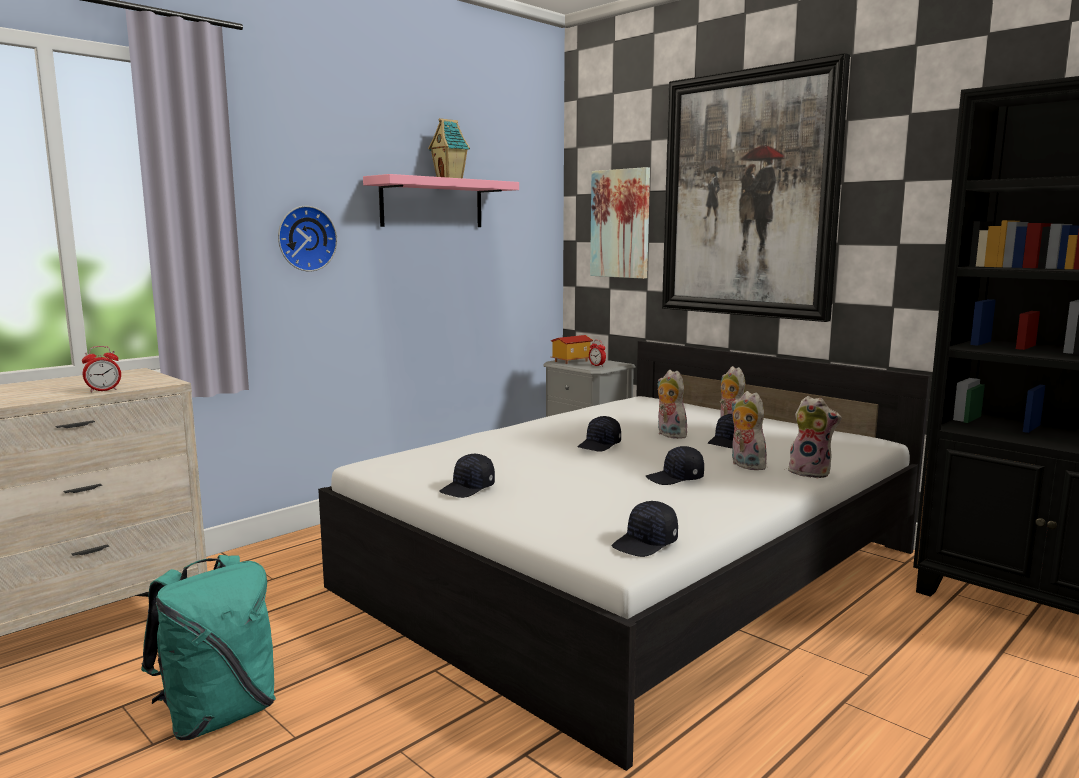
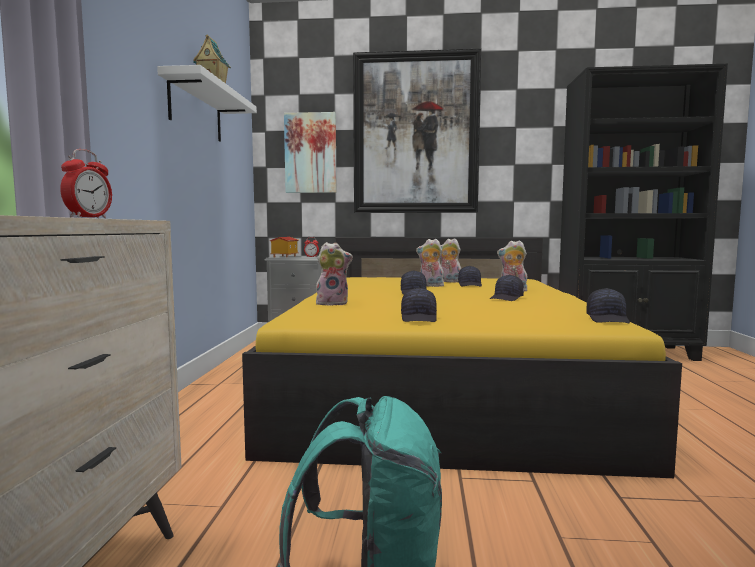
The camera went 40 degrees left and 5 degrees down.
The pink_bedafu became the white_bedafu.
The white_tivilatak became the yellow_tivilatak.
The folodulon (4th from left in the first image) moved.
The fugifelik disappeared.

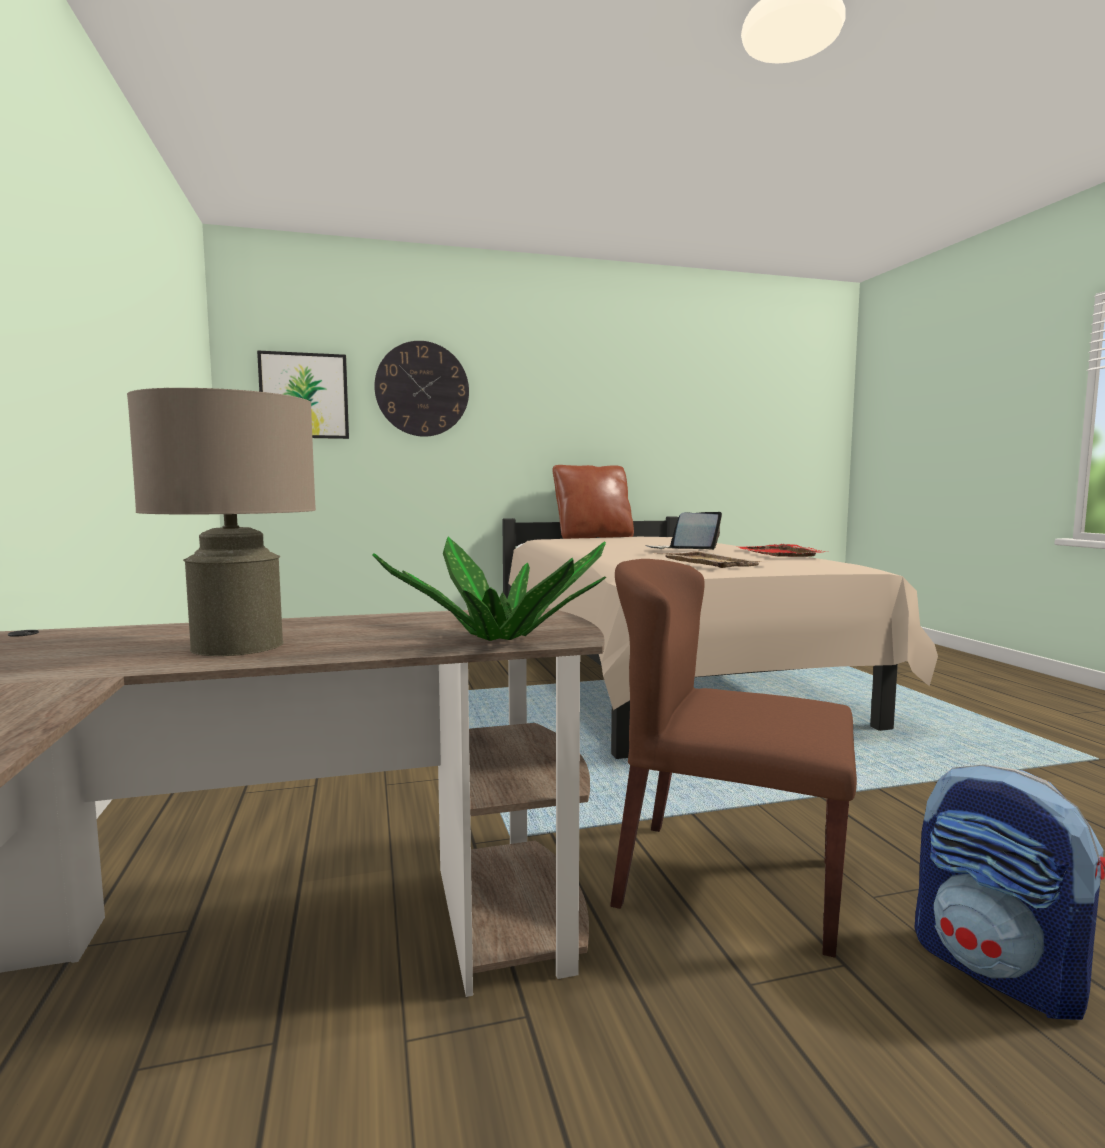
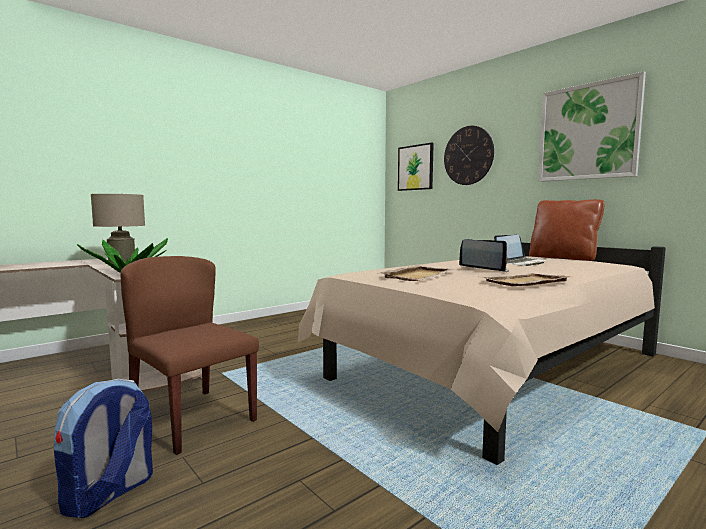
The camera went 65 degrees right and 0 degrees up.
The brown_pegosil turned 45 degrees counterclockwise.
The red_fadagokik became the beige_fadagokik (2nd from left).
The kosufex (2nd from left) appeared.
The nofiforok (2nd from left) appeared.

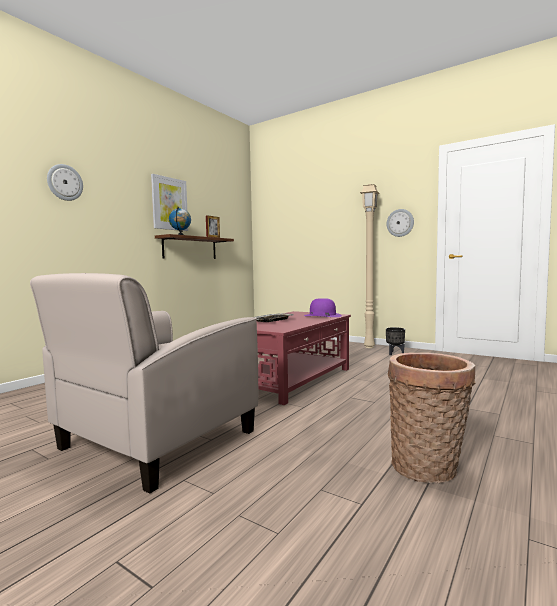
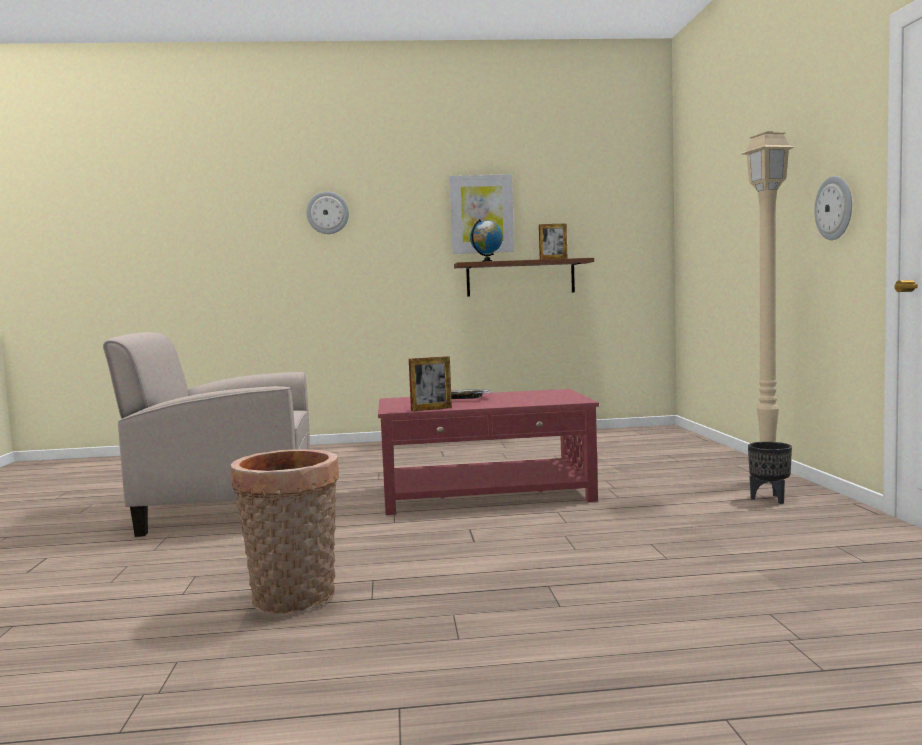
The camera went 50 degrees right and 0 degrees up.
The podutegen (1st from left) appeared.
The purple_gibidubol disappeared.

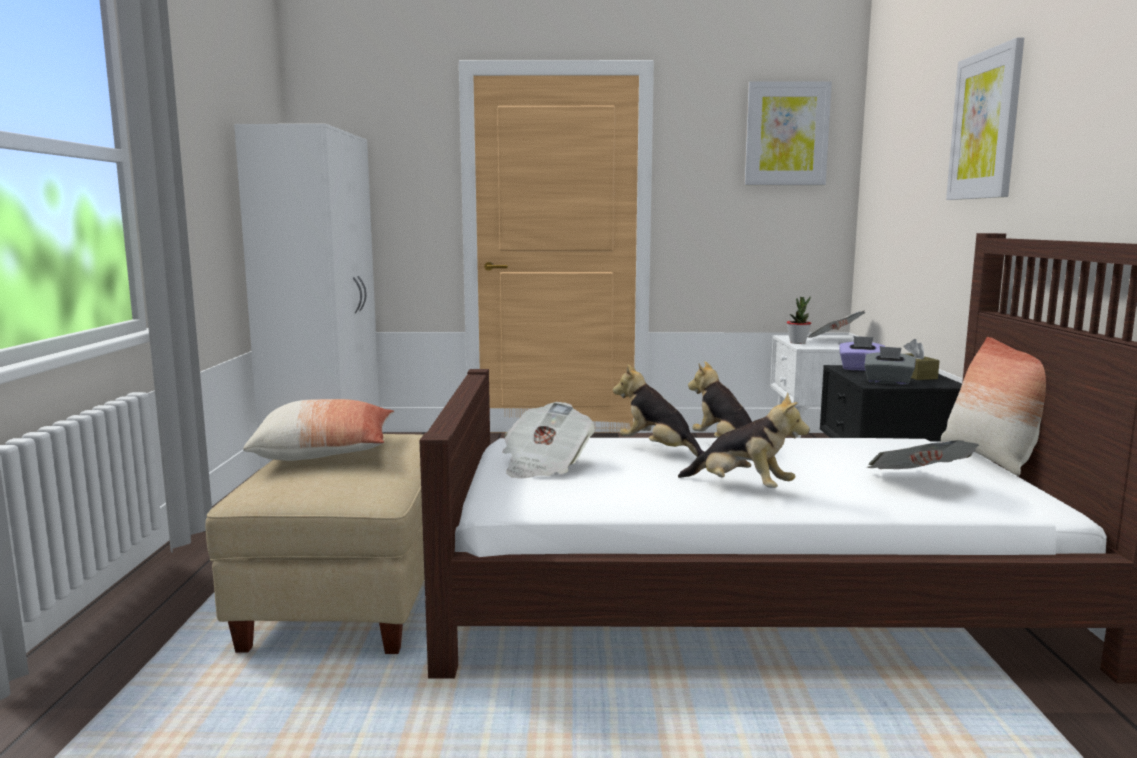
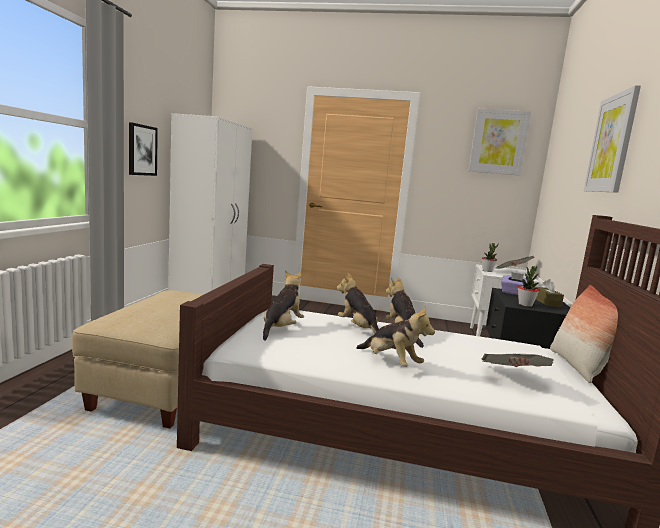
The camera went 10 degrees right and 0 degrees up.
The nofiforok (1st from left) appeared.
The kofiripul (1st from left) was replaced by the folodulon (1st from left).
The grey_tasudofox was replaced by the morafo (2nd from left).
The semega (1st from left) disappeared.

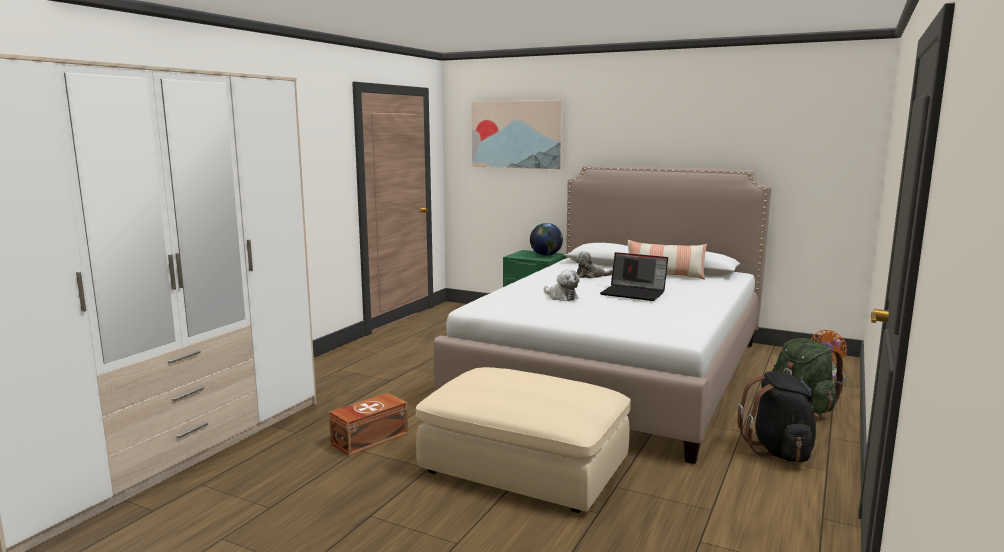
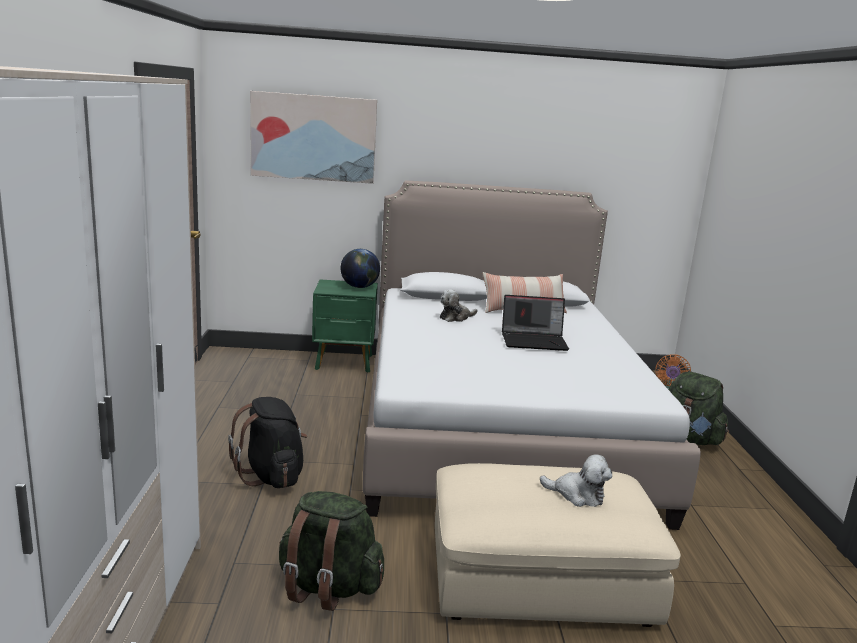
The camera went 30 degrees left and 5 degrees up.
The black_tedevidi moved.
The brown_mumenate was replaced by the green_tedevidi (1st from left).
The folodulon (1st from left in the first image) moved.

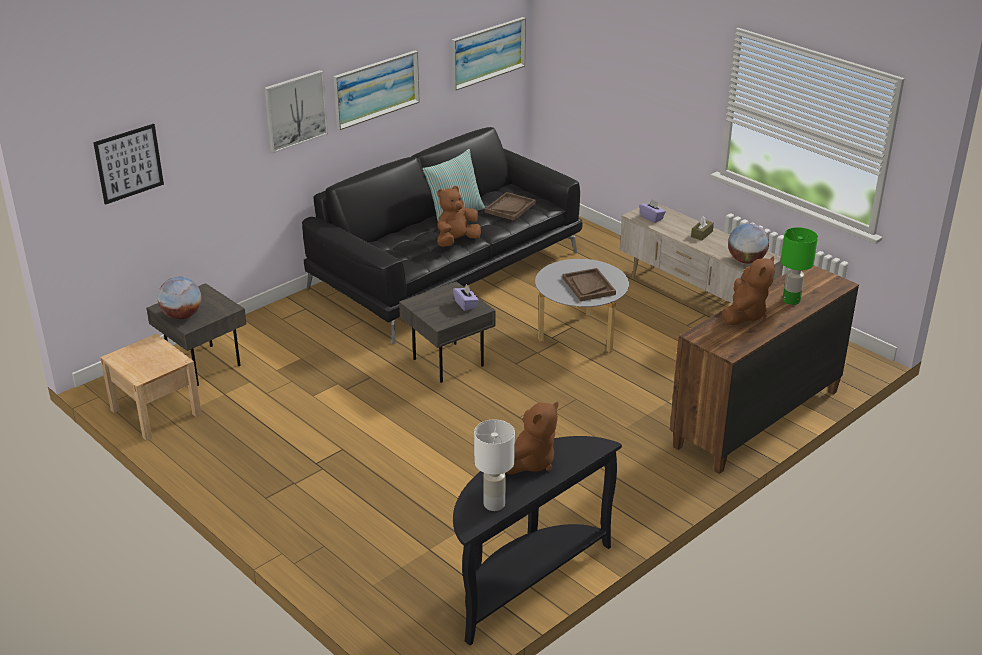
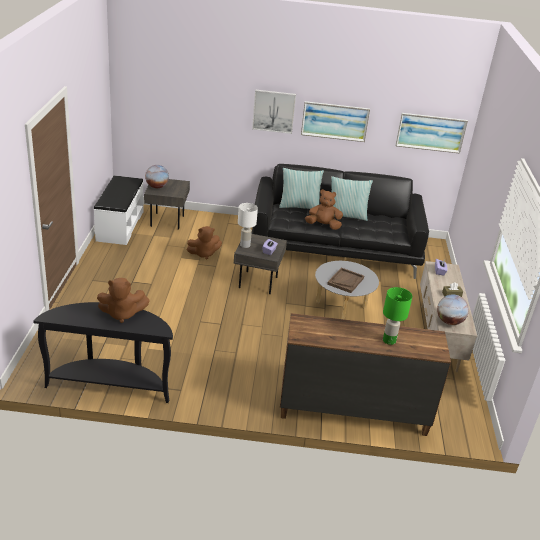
The camera went 45 degrees right and 0 degrees up.
The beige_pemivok was replaced by the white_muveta.
The brown_folodulon (3rd from left in the first image) moved.
The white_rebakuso moved.
The semega (1st from left) appeared.
The nofiforok (1st from left) disappeared.
The brown_fadagokik (1st from left) disappeared.

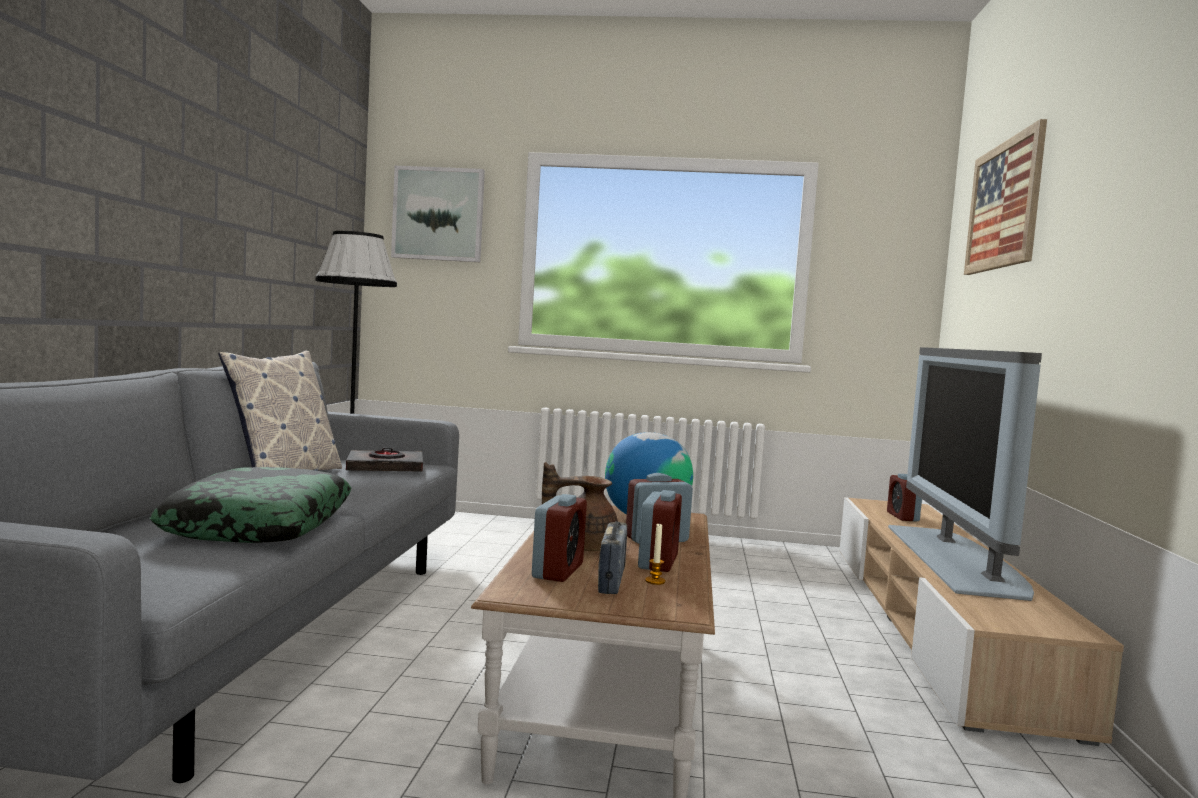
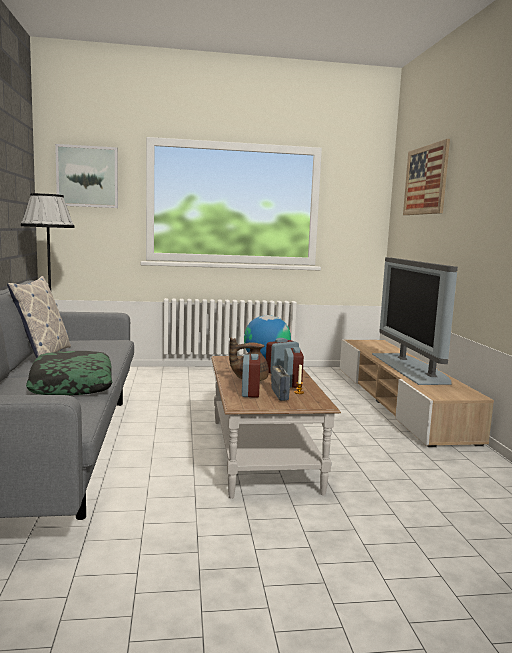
The camera went 15 degrees left and 5 degrees up.
The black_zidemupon disappeared.
The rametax (4th from left) disappeared.

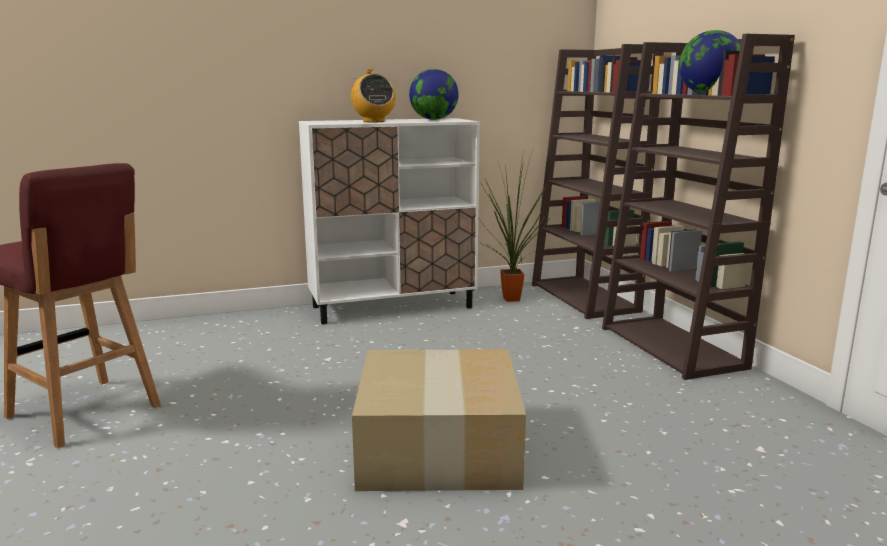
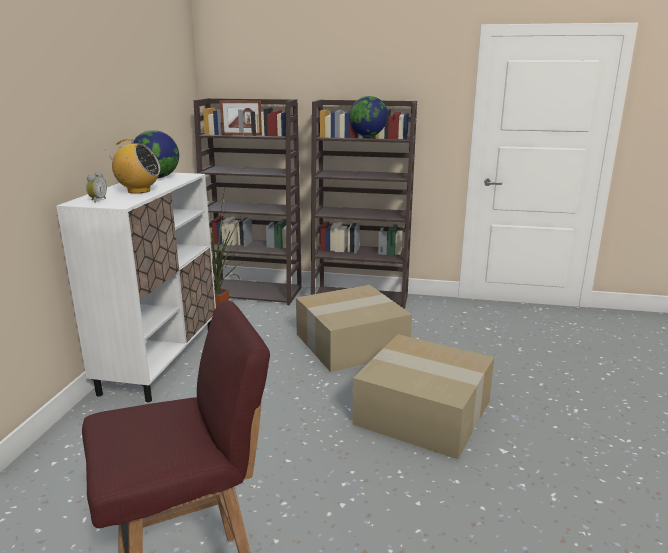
The camera went 60 degrees left and 5 degrees up.
The rametax appeared.
The podutegen appeared.
The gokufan (1st from left) appeared.

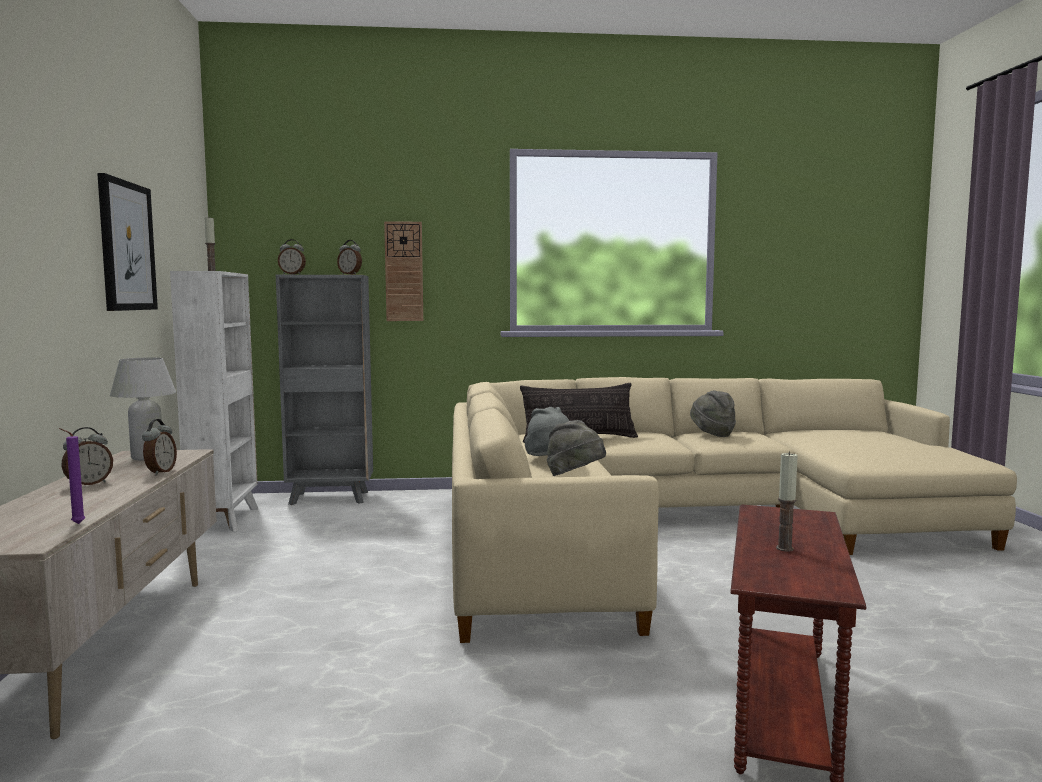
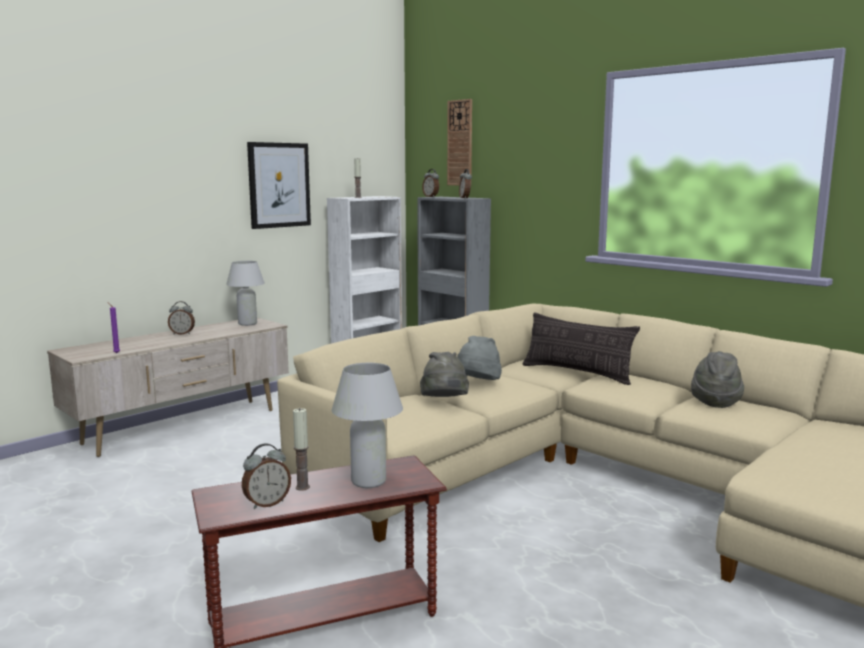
The camera went 50 degrees right and 5 degrees up.
The rametax (2nd from left) moved.
The white_rebakuso (2nd from left) appeared.
The fugifelik moved.

